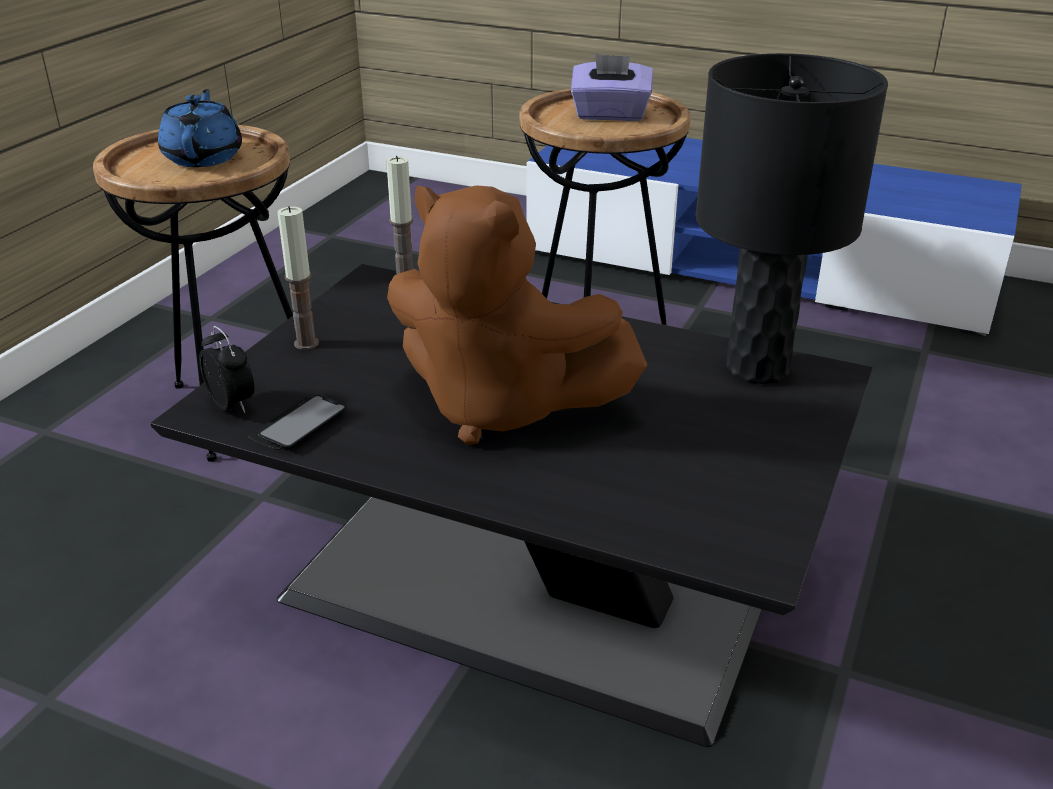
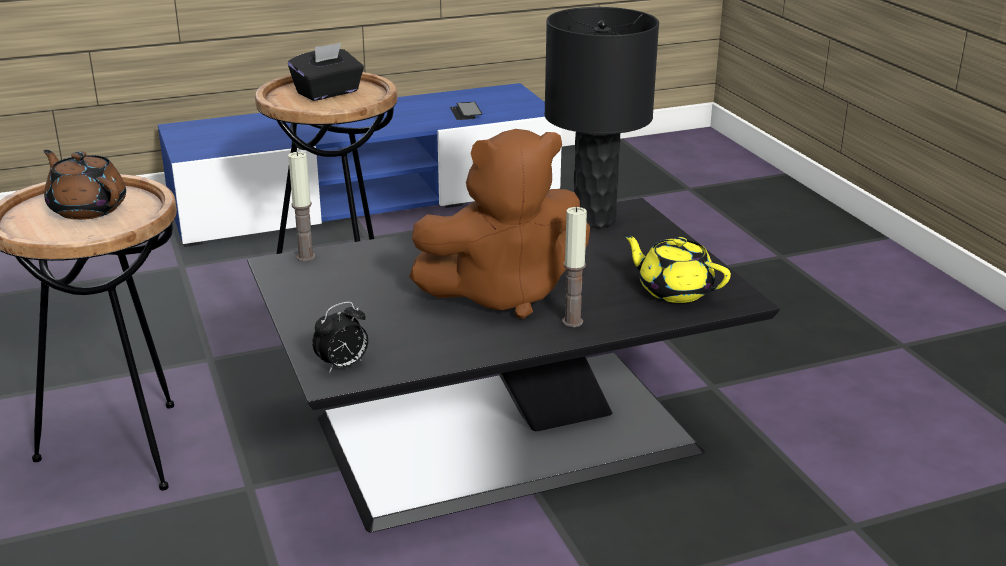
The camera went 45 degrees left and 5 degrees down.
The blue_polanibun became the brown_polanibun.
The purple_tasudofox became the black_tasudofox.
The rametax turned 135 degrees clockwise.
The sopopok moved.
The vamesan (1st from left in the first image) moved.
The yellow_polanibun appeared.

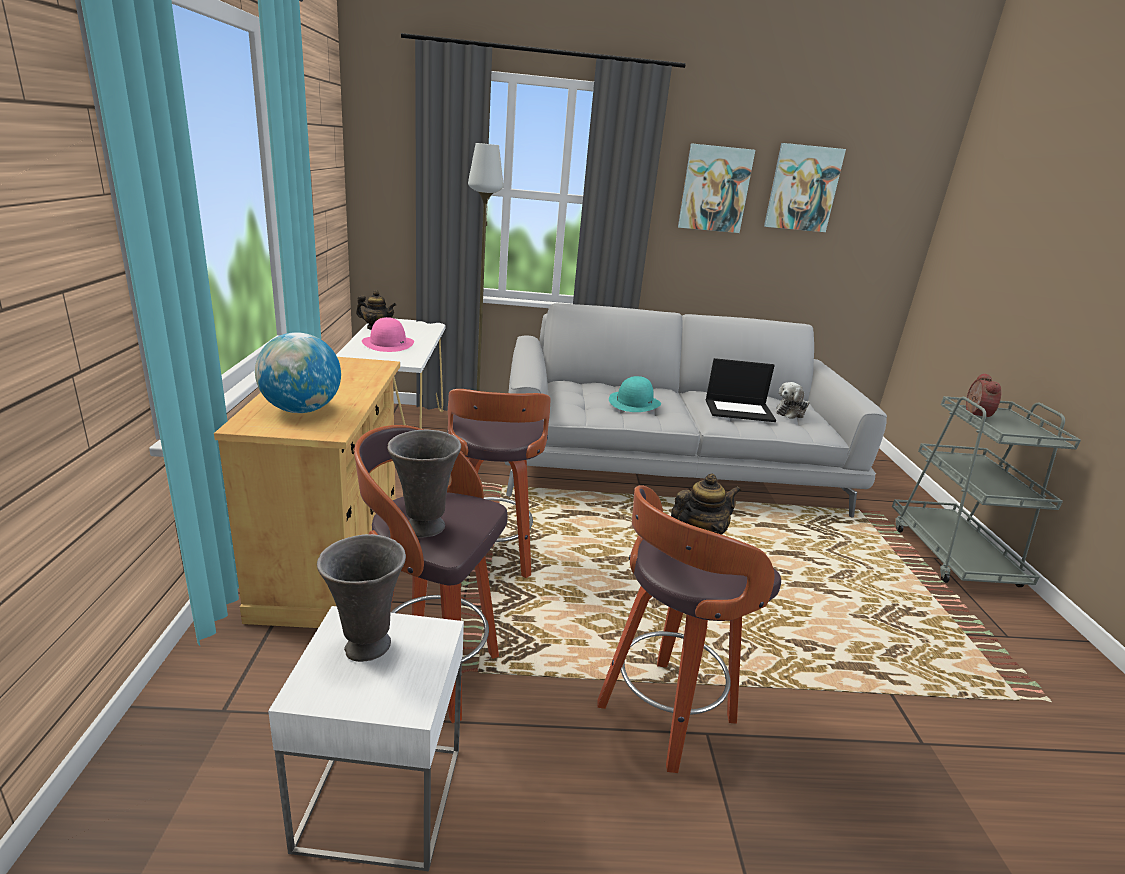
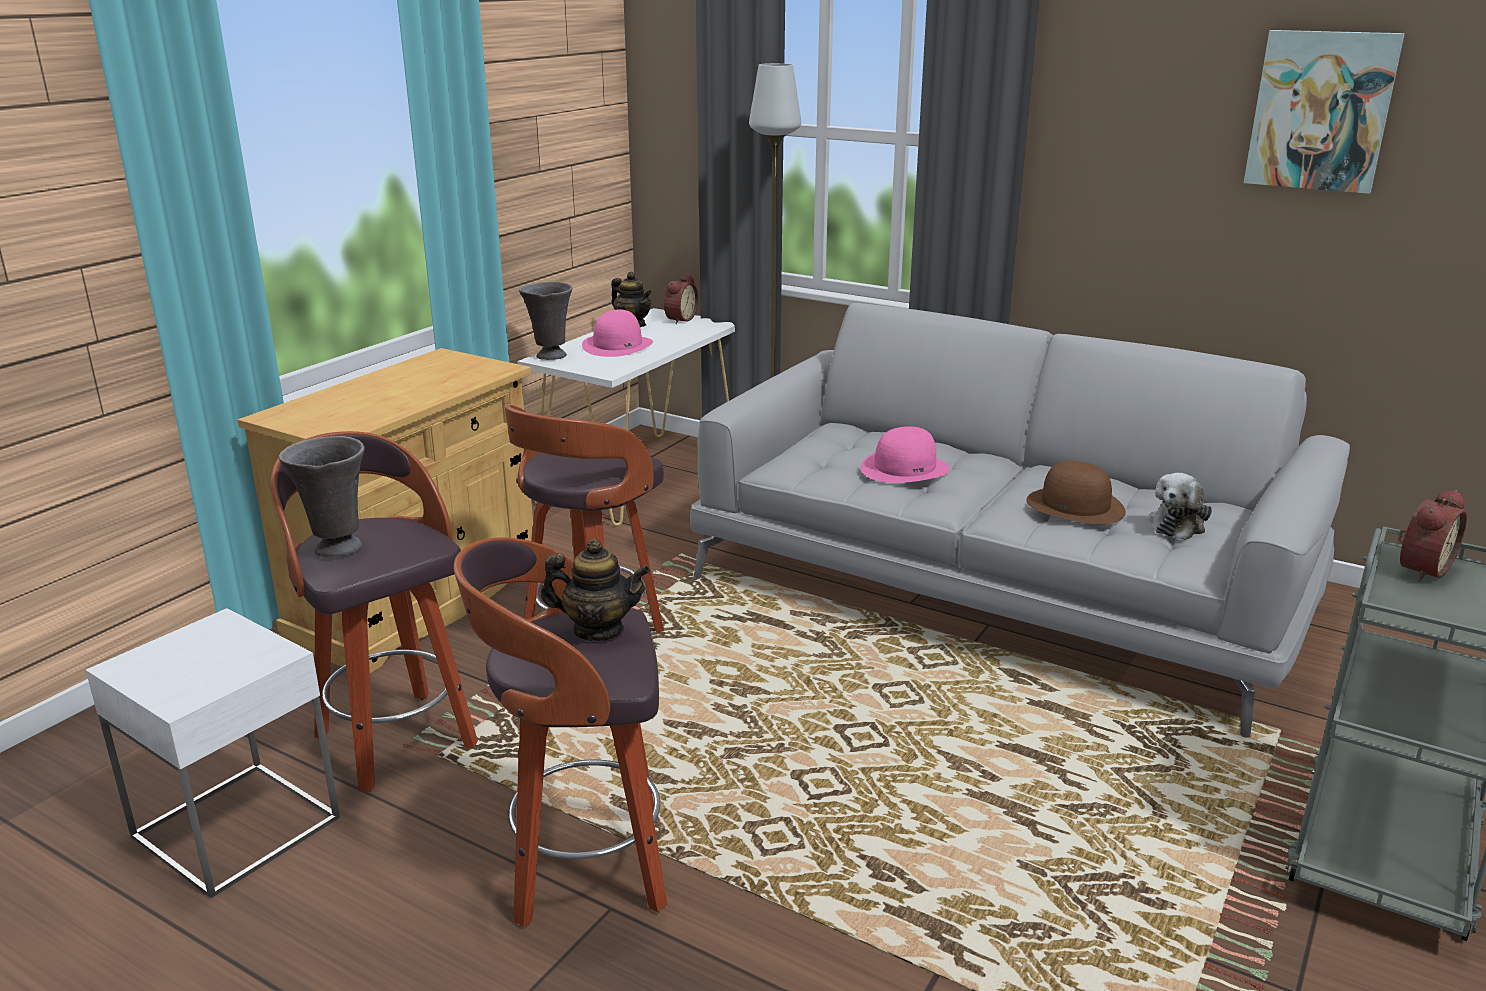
The camera went 35 degrees right and 0 degrees up.
The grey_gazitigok (1st from left in the first image) moved.
The rametax (1st from left) appeared.
The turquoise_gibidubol became the pink_gibidubol (2nd from left).
The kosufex was replaced by the brown_gibidubol.
The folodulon turned 45 degrees counterclockwise.
The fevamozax disappeared.
The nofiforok (1st from left) disappeared.

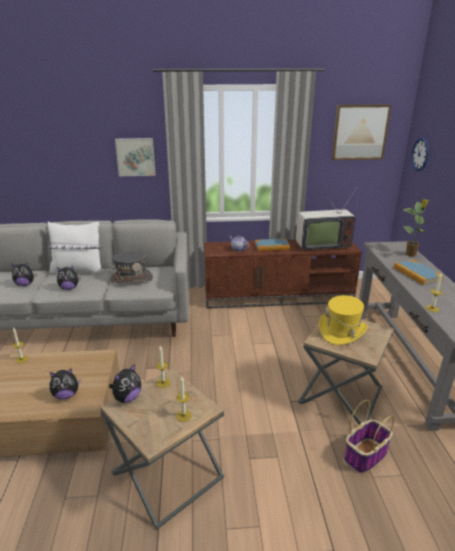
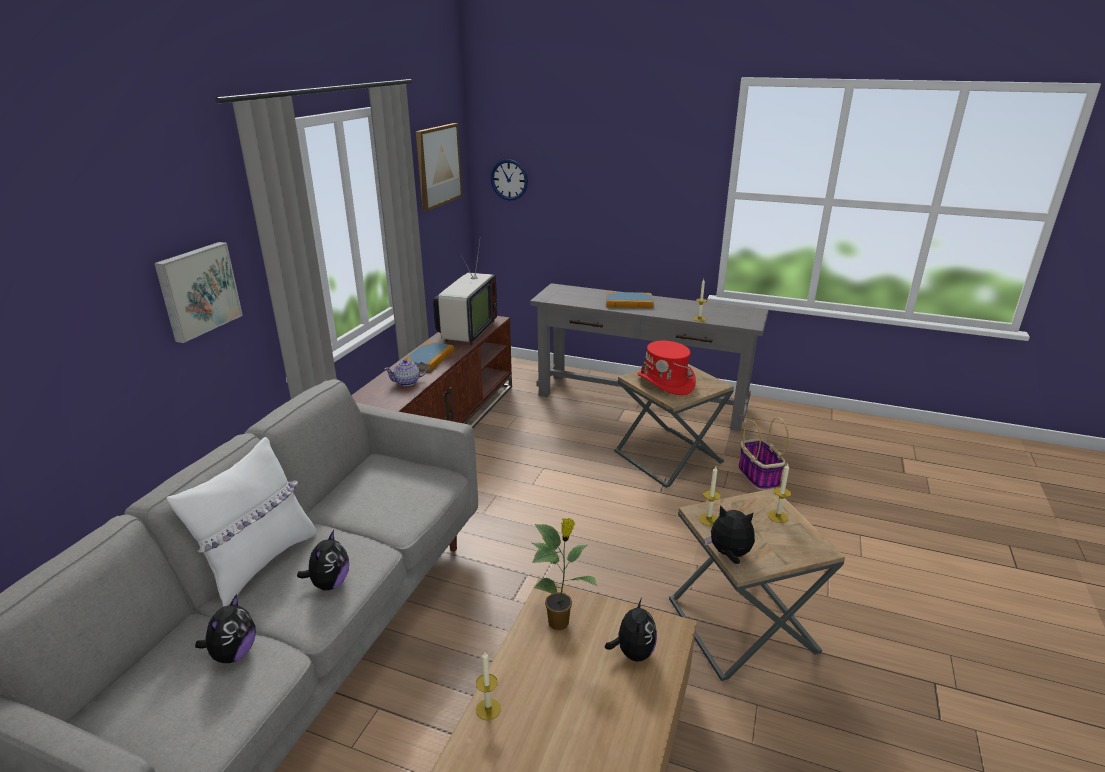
The camera went 65 degrees left and 0 degrees up.
The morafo moved.
The yellow_gibidubol became the red_gibidubol.
The folodulon (4th from left) turned 45 degrees counterclockwise.
The grey_gibidubol disappeared.

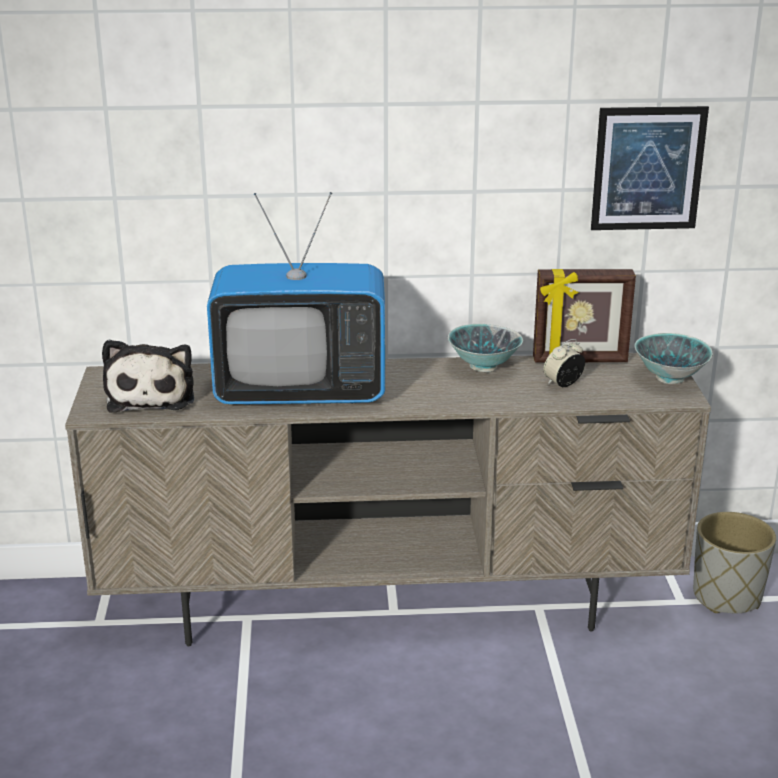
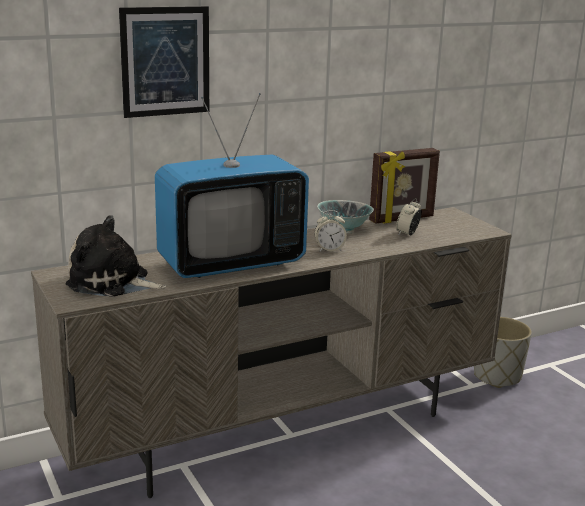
The camera went 25 degrees left and 5 degrees down.
The folodulon turned 135 degrees clockwise.
The nofiforok moved.
The rametax (1st from left) appeared.
The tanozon (2nd from left) disappeared.

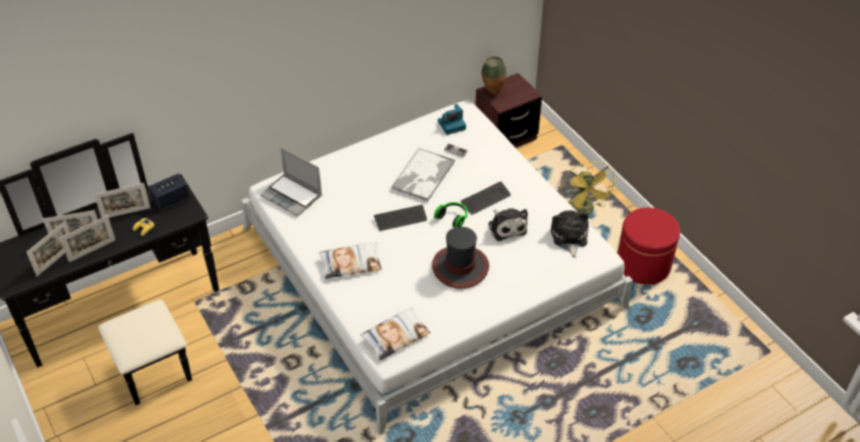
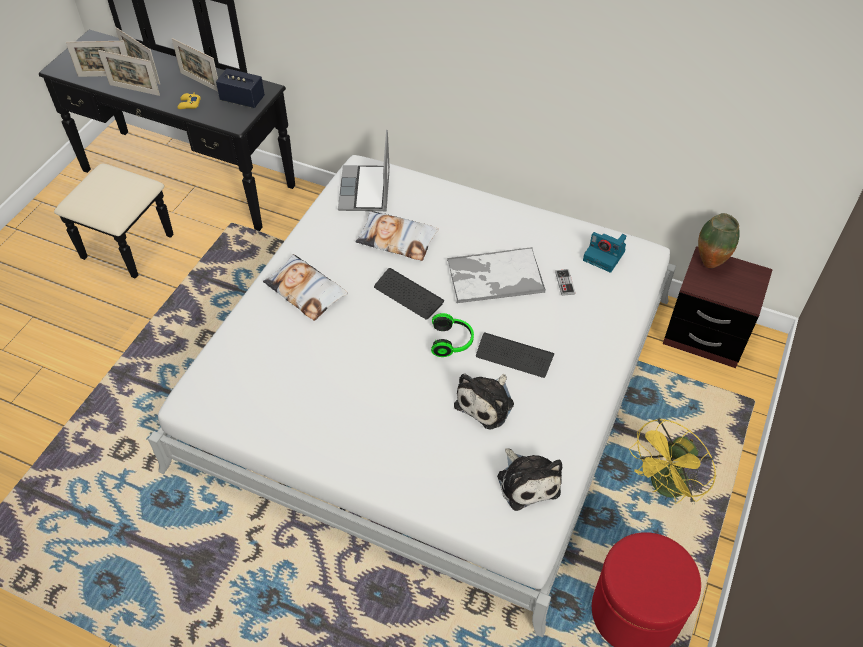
The camera went 55 degrees right and 5 degrees up.
The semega (2nd from left) moved.
The folodulon (2nd from left) turned 105 degrees clockwise.
The gibidubol disappeared.

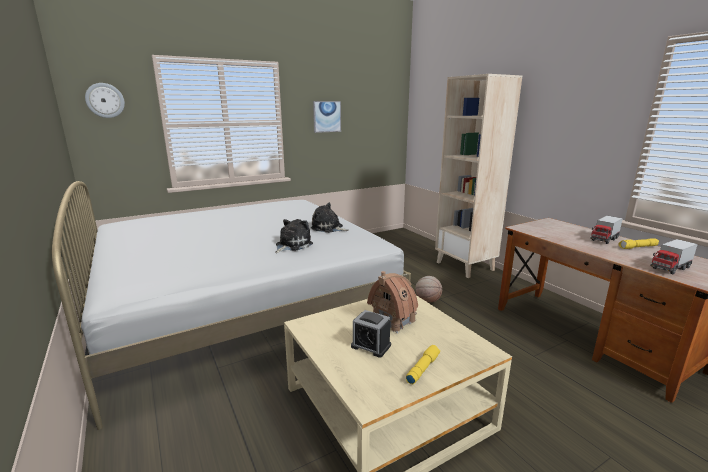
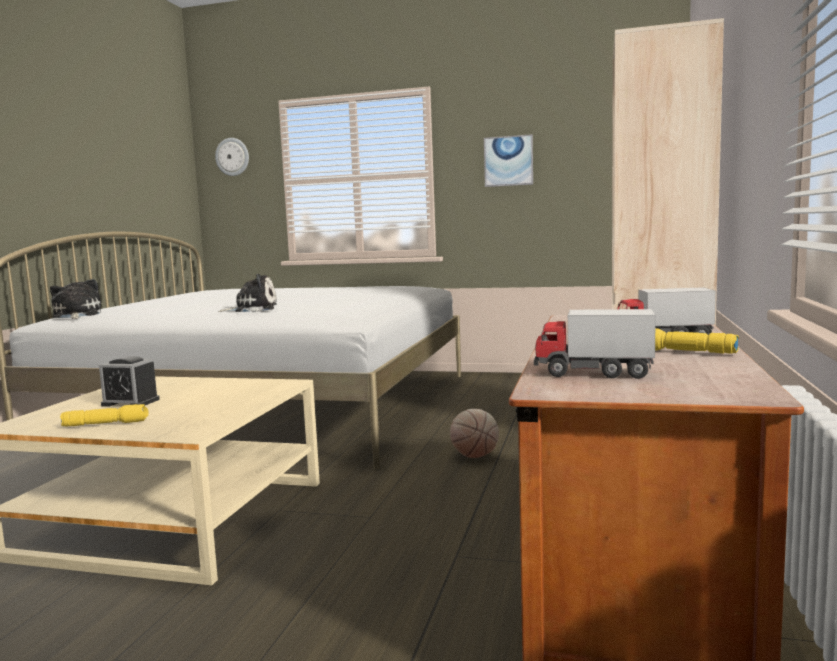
The camera went 45 degrees right and 10 degrees down.
The folodulon (2nd from left in the first image) moved.
The rametax turned 60 degrees counterclockwise.
The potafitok disappeared.

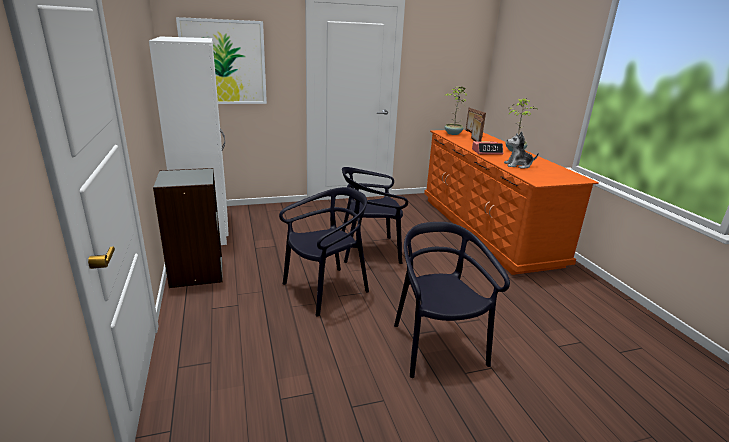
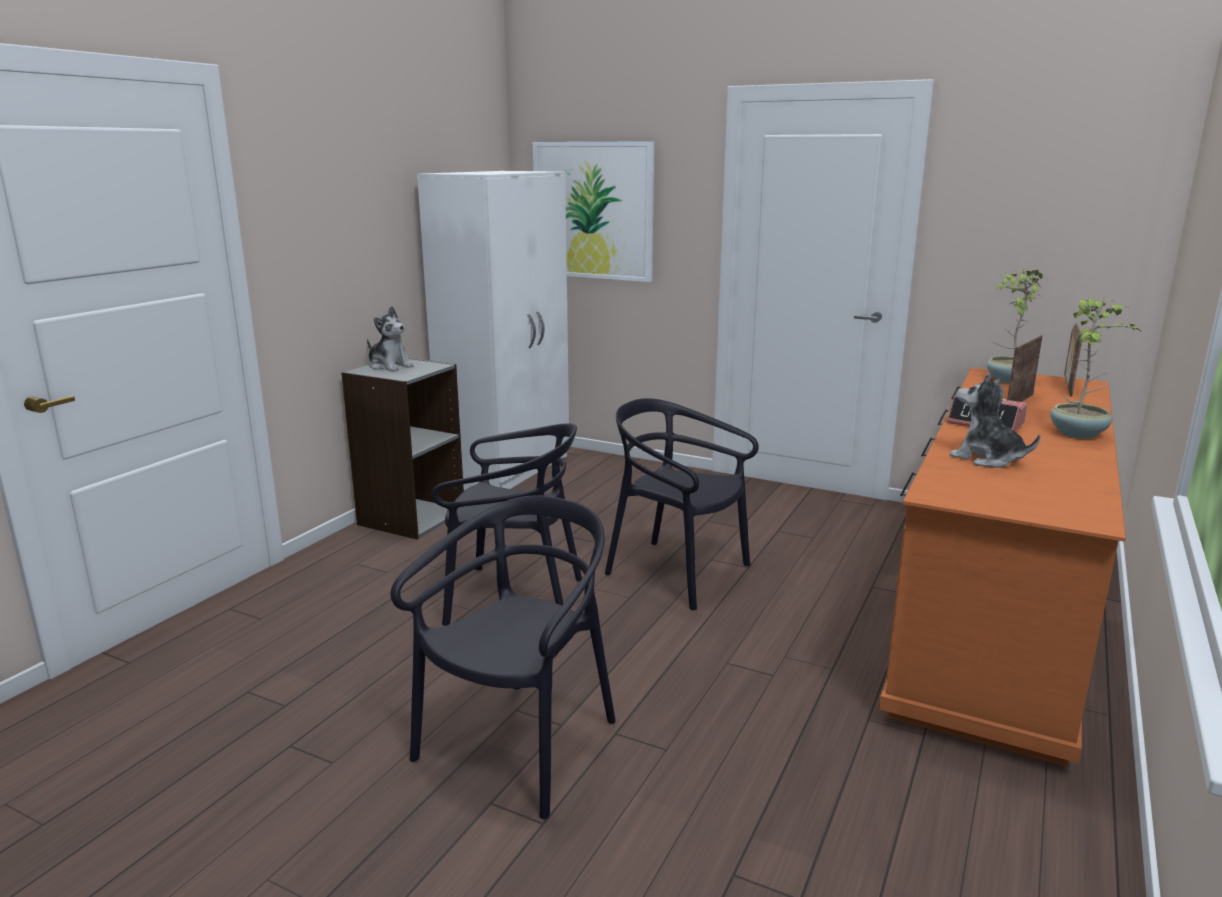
The camera went 45 degrees right and 5 degrees down.
The folodulon (1st from left) appeared.

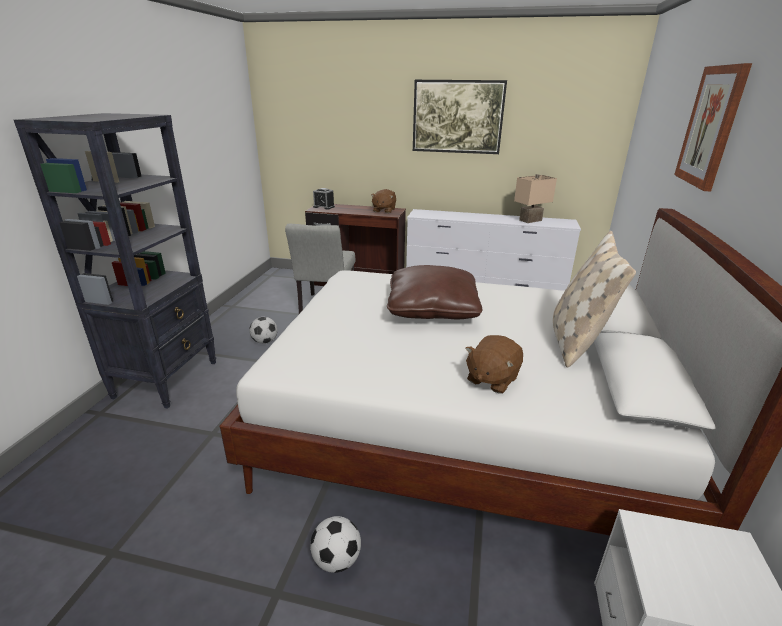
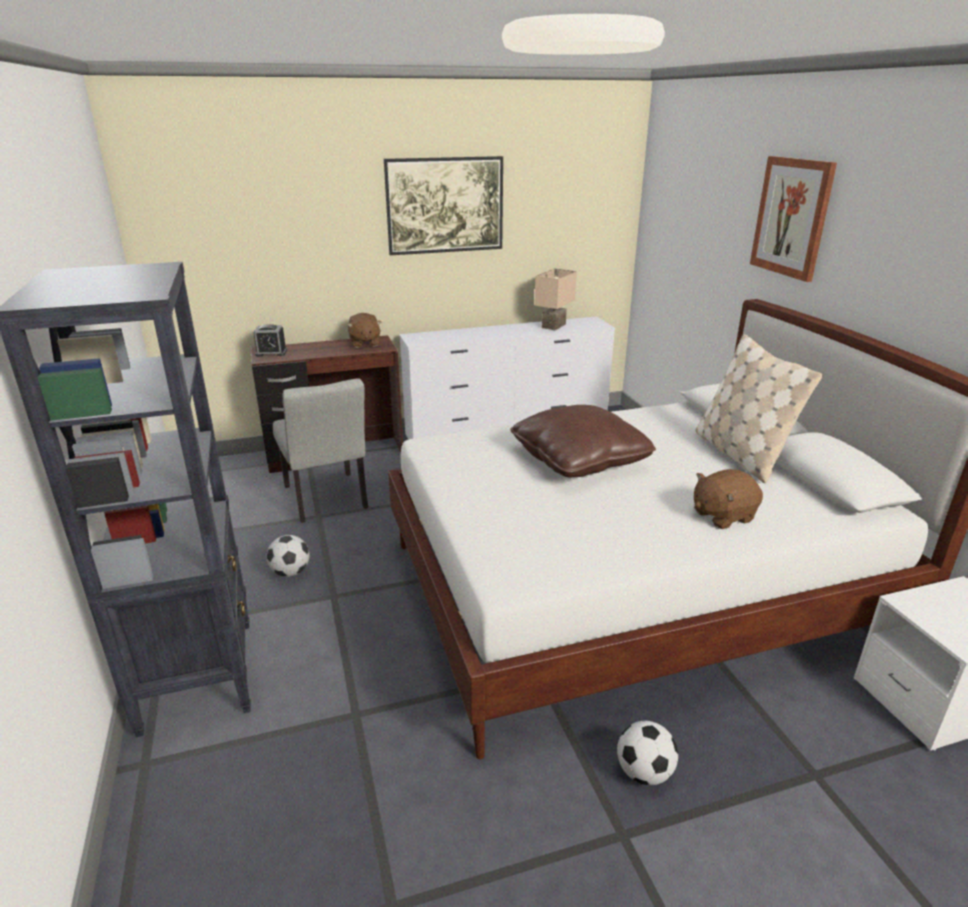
The camera went 30 degrees left and 0 degrees up.
The brown_folodulon (2nd from left) turned 60 degrees clockwise.

